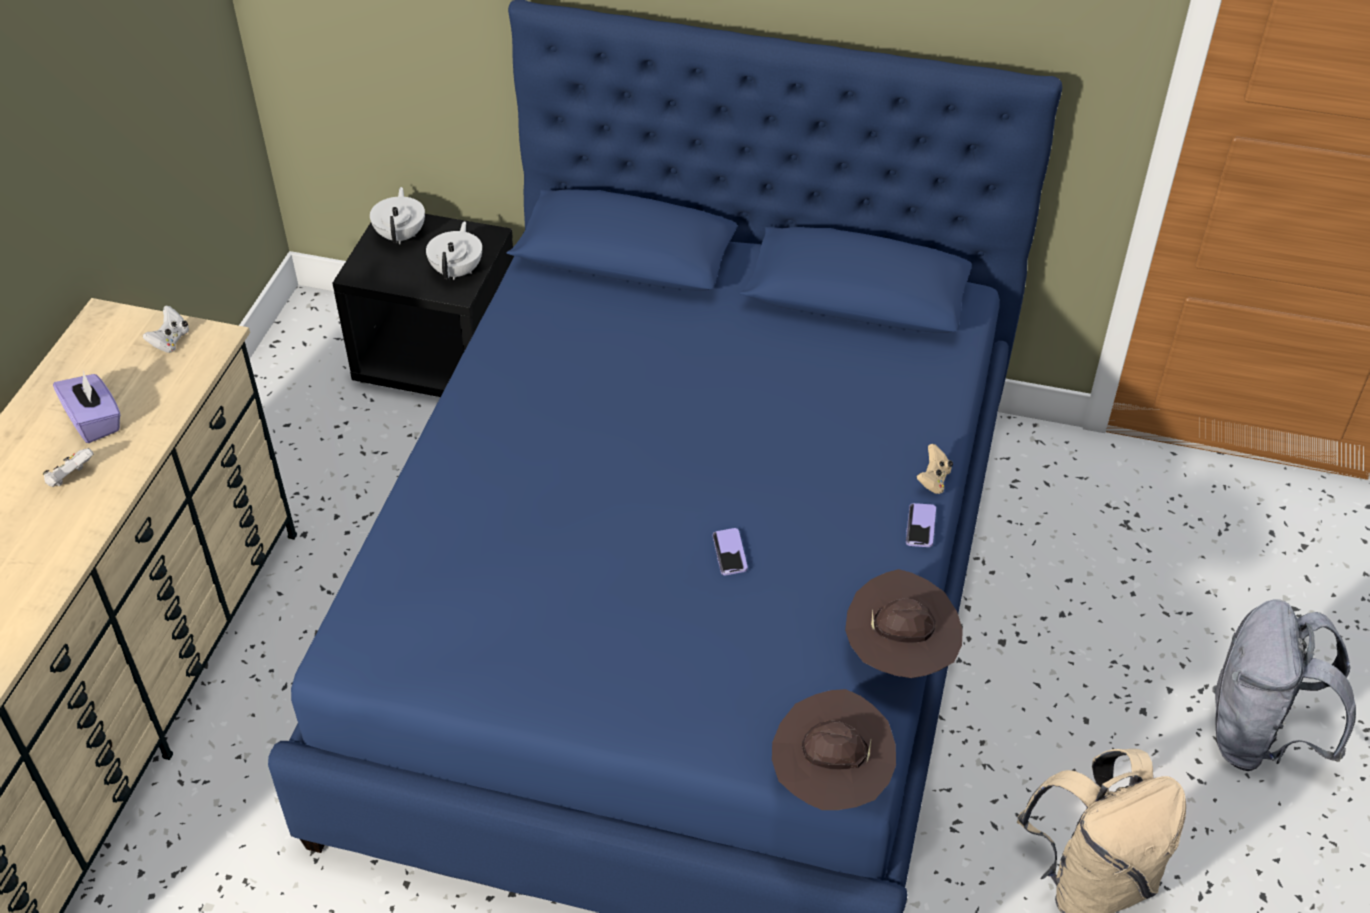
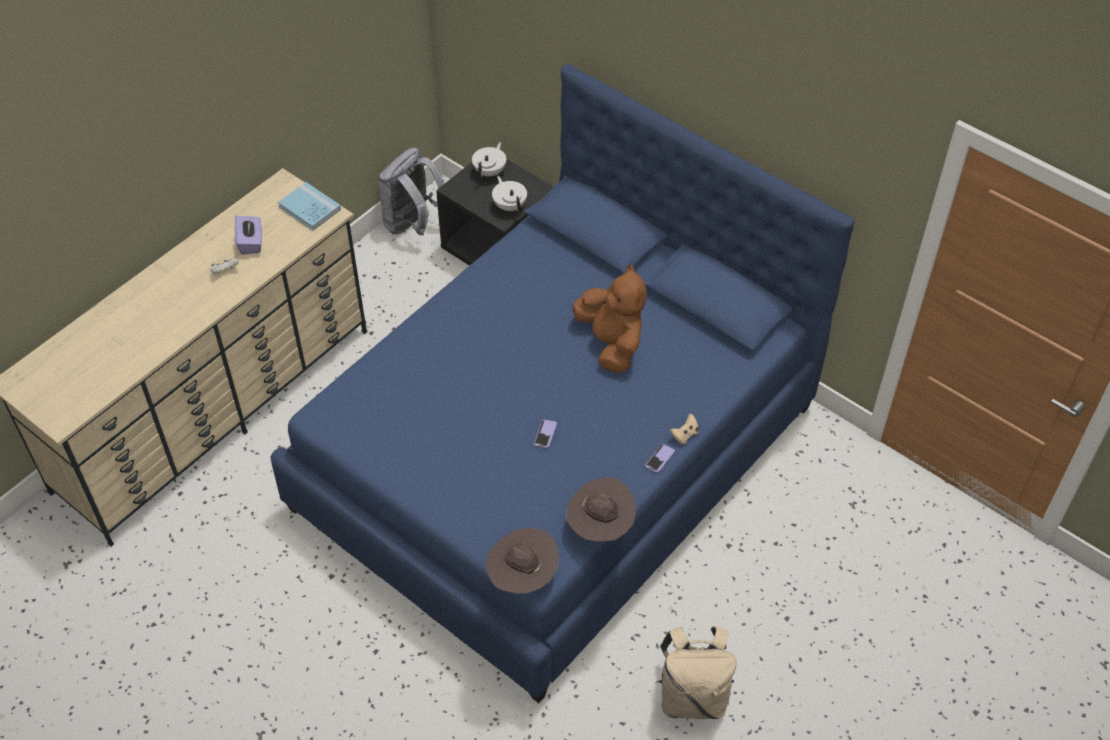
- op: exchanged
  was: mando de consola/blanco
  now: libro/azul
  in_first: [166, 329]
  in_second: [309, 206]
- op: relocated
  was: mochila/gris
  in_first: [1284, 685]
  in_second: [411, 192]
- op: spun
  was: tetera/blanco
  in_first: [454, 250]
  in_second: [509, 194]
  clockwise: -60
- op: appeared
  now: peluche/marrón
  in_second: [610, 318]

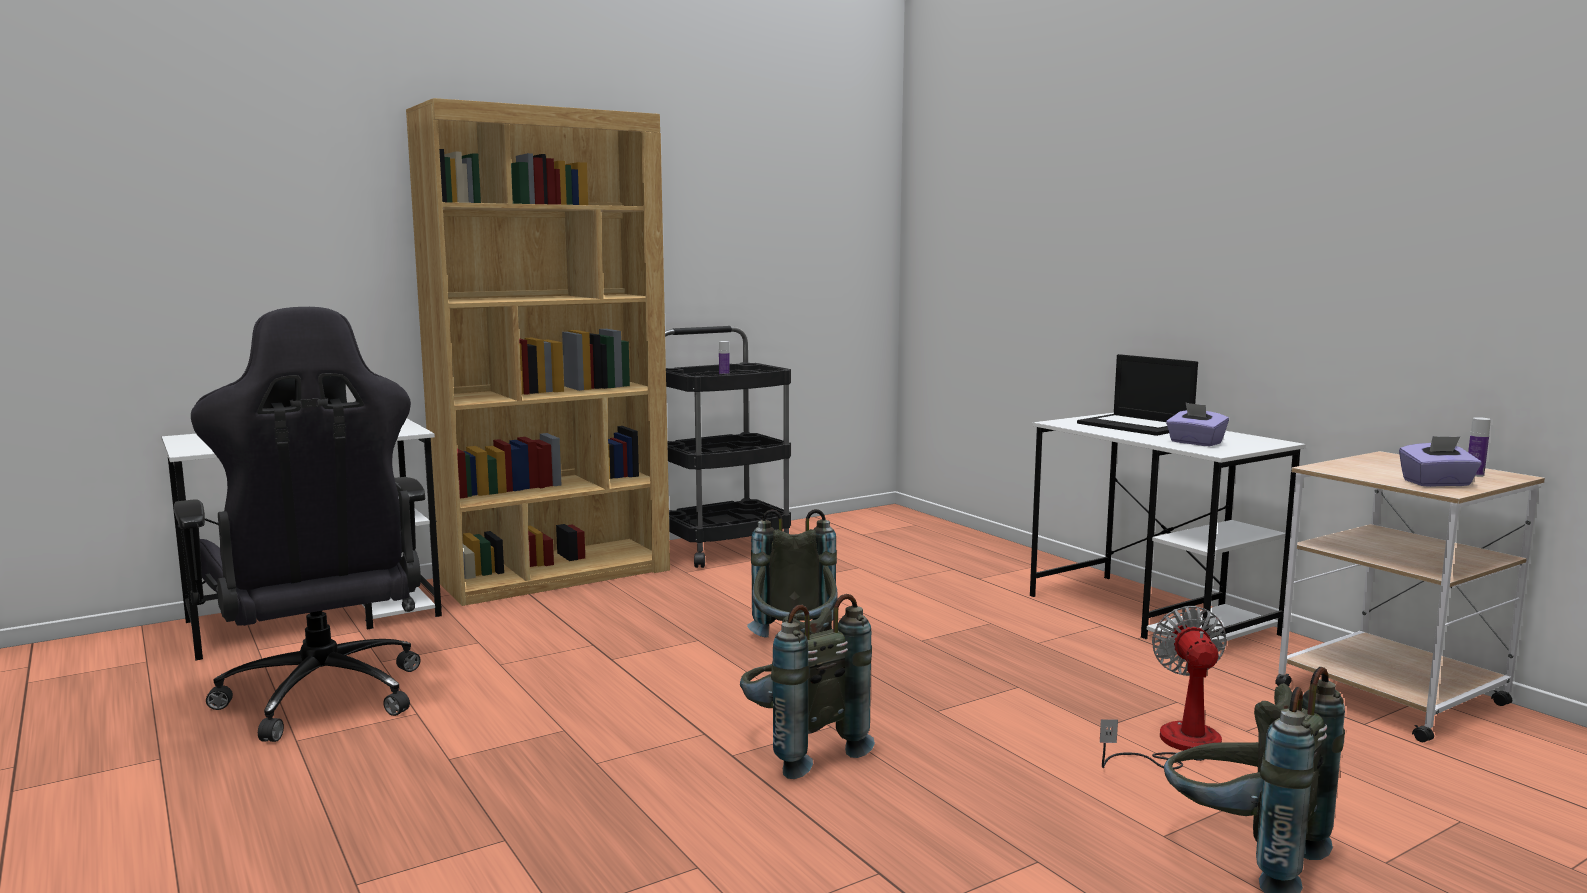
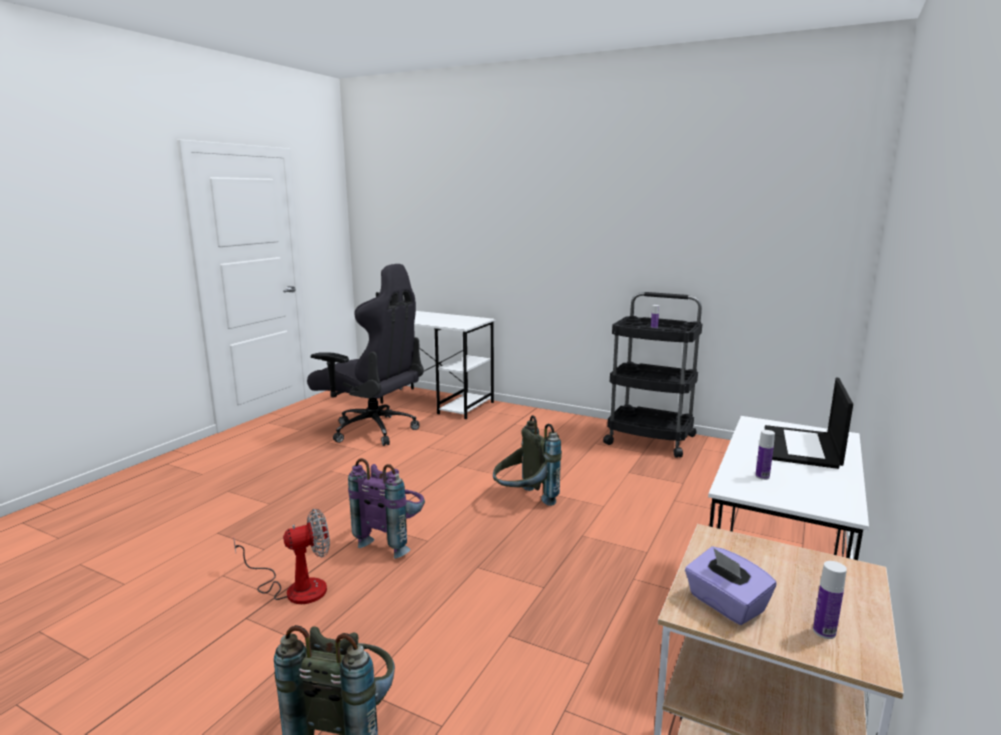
- op: relocated
  was: ventilador
  in_first: [1163, 687]
  in_second: [281, 556]
- op: spun
  was: silla de oficina/negro
  in_first: [299, 524]
  in_second: [365, 355]
  clockwise: -90
- op: colour
  was: mochila/gris
  now: mochila/morado
  in_first: [807, 686]
  in_second: [386, 508]
- op: exchanged
  was: caja de pañuelos/morado
  now: botella
  in_first: [1197, 424]
  in_second: [765, 455]
- op: missing
  was: estantería/marrón
  in_first: [538, 352]

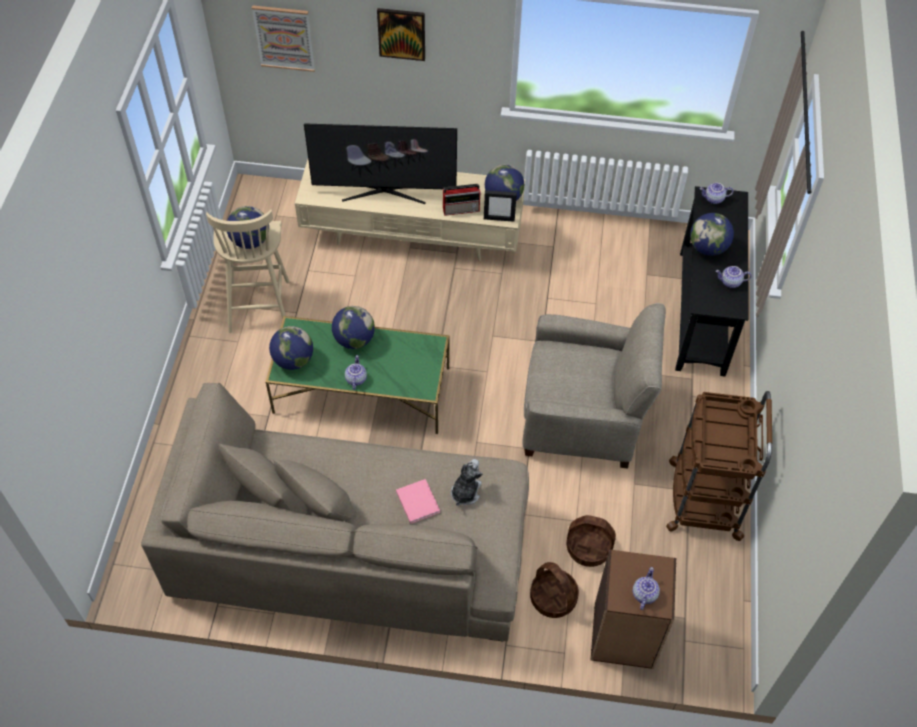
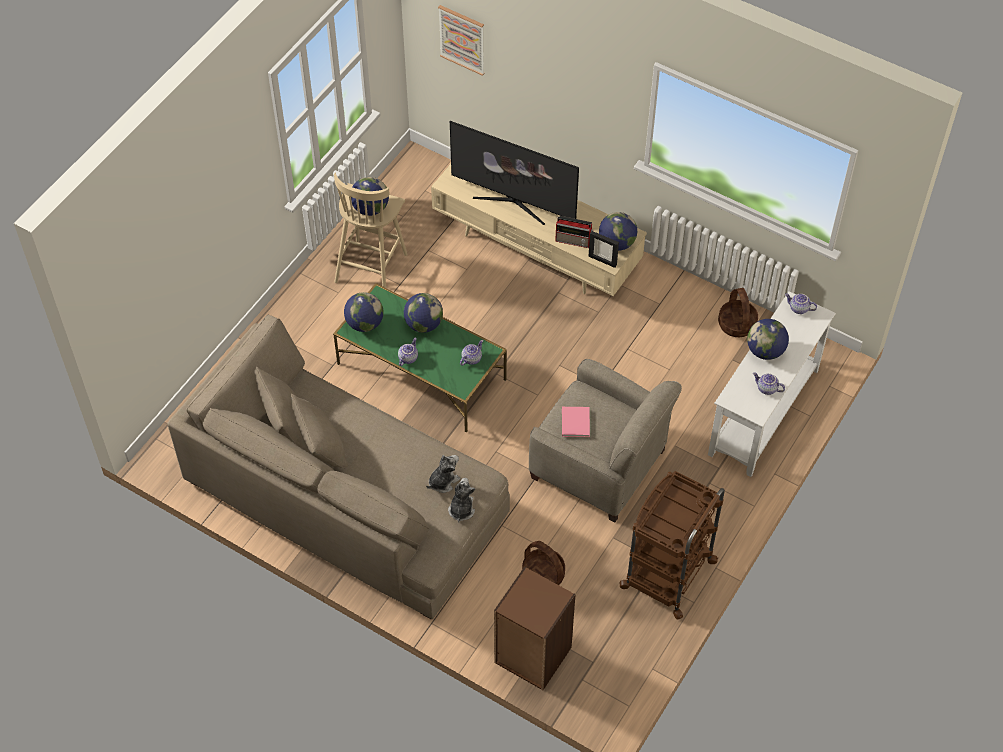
- op: appeared
  now: peluche
  in_second: [461, 500]
- op: relocated
  was: tetera
  in_first: [646, 588]
  in_second: [471, 352]
- op: relocated
  was: libro/rosa
  in_first: [418, 501]
  in_second: [576, 422]
- op: colour
  was: mesa consola/negro
  now: mesa consola/blanco
  in_first: [711, 281]
  in_second: [772, 384]
- op: relocated
  was: cesta
  in_first: [554, 590]
  in_second: [738, 312]
- op: missing
  was: cuadro
  in_first: [401, 34]

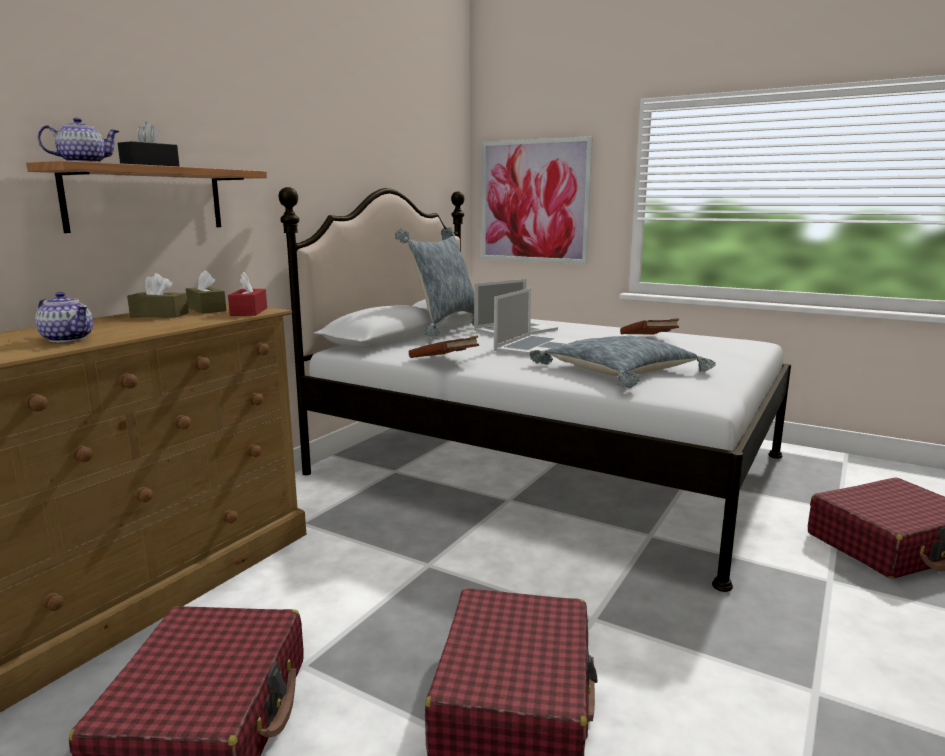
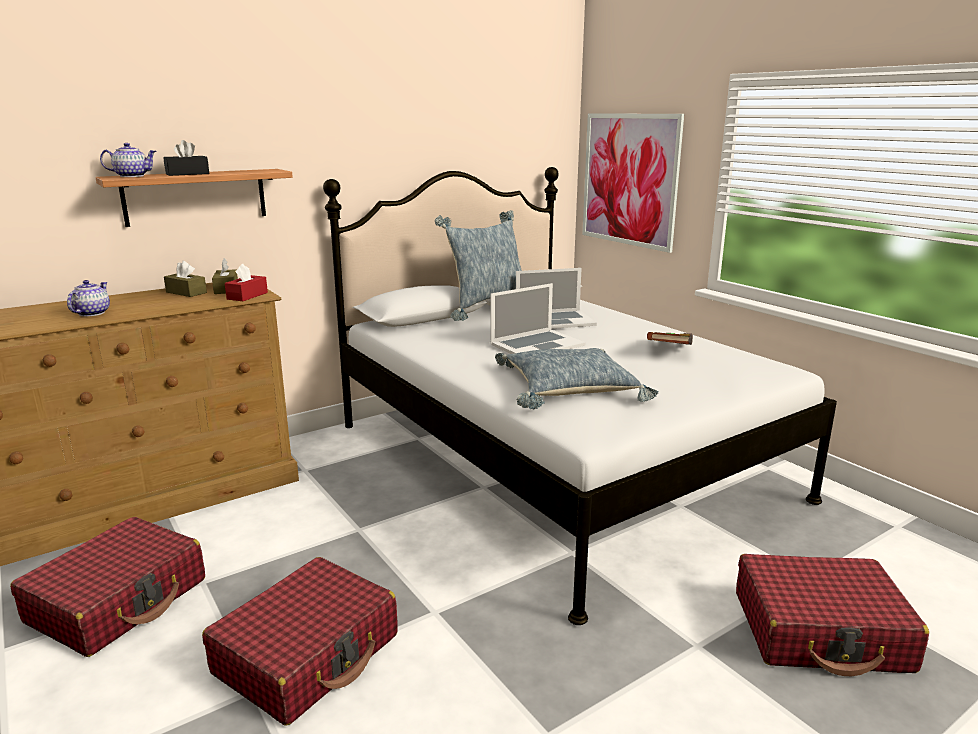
- op: spun
  was: tetera
  in_first: [64, 317]
  in_second: [88, 298]
  clockwise: -135
- op: missing
  was: libro/marrón
  in_first: [444, 346]

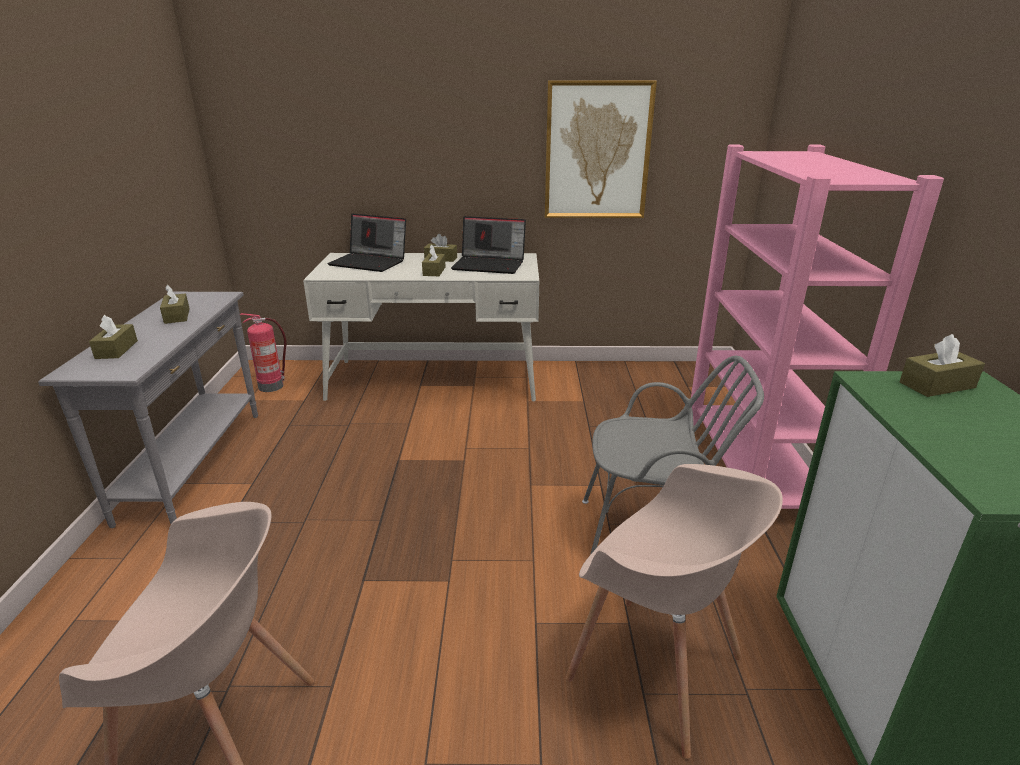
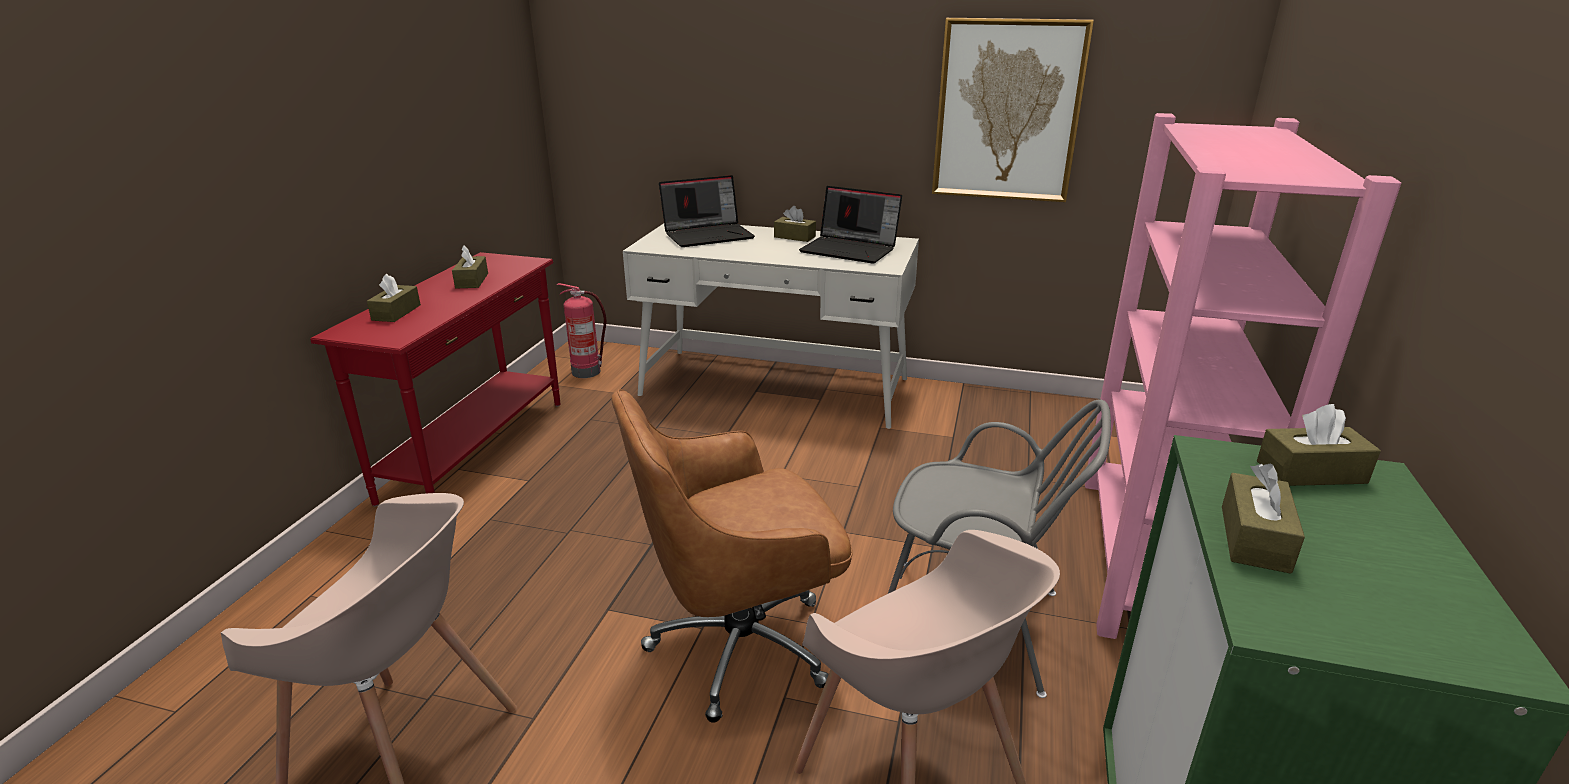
- op: colour
  was: mesa consola/gris
  now: mesa consola/rojo
  in_first: [148, 410]
  in_second: [435, 379]
- op: appeared
  now: silla de oficina/marrón
  in_second: [732, 556]
- op: spun
  was: portátil
  in_first: [366, 243]
  in_second: [707, 211]
  clockwise: -60
- op: relocated
  was: caja de pañuelos/marrón
  in_first: [433, 260]
  in_second: [1263, 518]

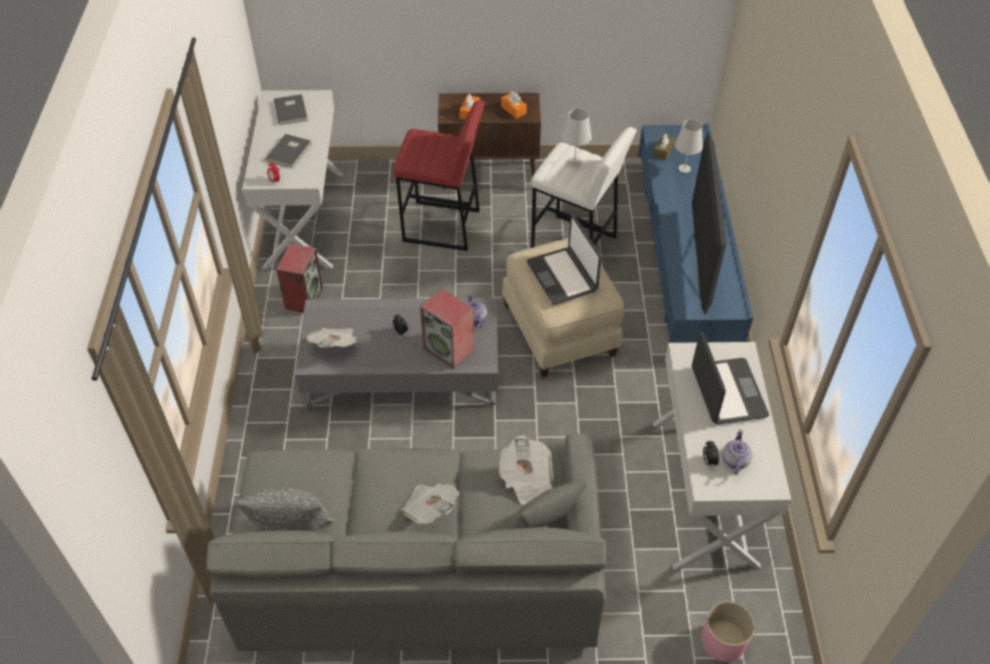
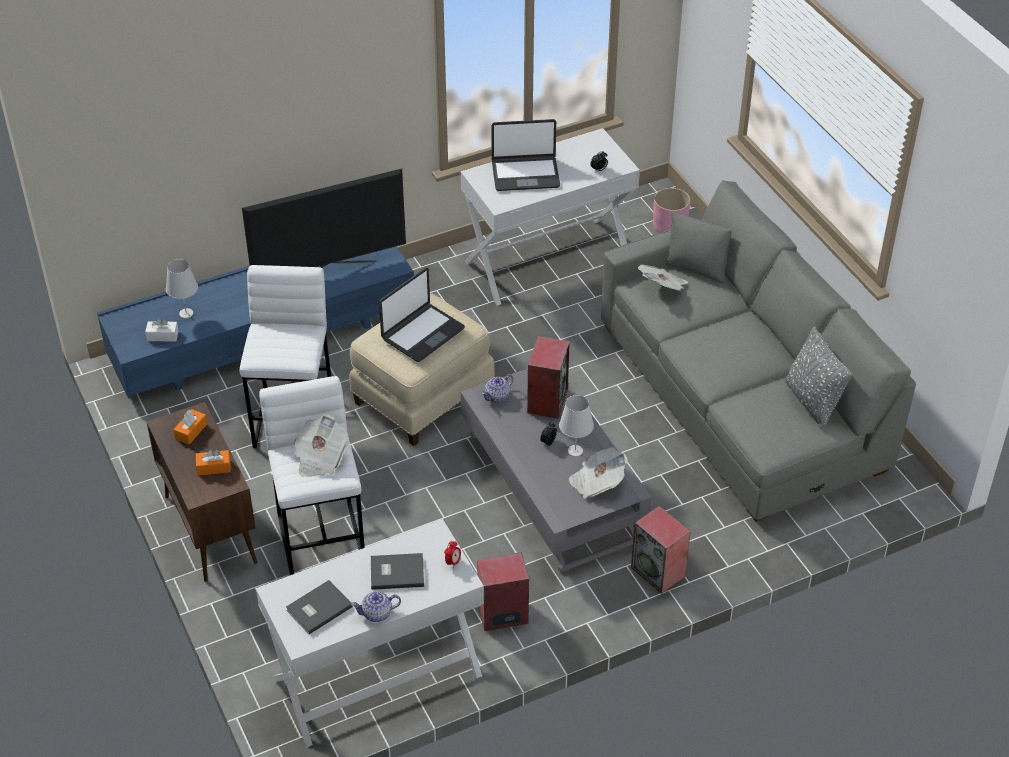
- op: colour
  was: caja de pañuelos/marrón
  now: caja de pañuelos/blanco
  in_first: [664, 146]
  in_second: [162, 330]
- op: colour
  was: taburete/rojo
  now: taburete/blanco
  in_first: [439, 175]
  in_second: [312, 475]
- op: relocated
  was: periódico
  in_first: [430, 503]
  in_second: [321, 446]
- op: relocated
  was: tetera
  in_first: [737, 452]
  in_second: [376, 606]
- op: spun
  was: portátil
  in_first: [730, 378]
  in_second: [525, 155]
  clockwise: -150
- op: relocated
  was: lámpara de mesa/blanco
  in_first: [577, 137]
  in_second: [576, 426]
- op: appeared
  now: altavoz
  in_second: [661, 550]

